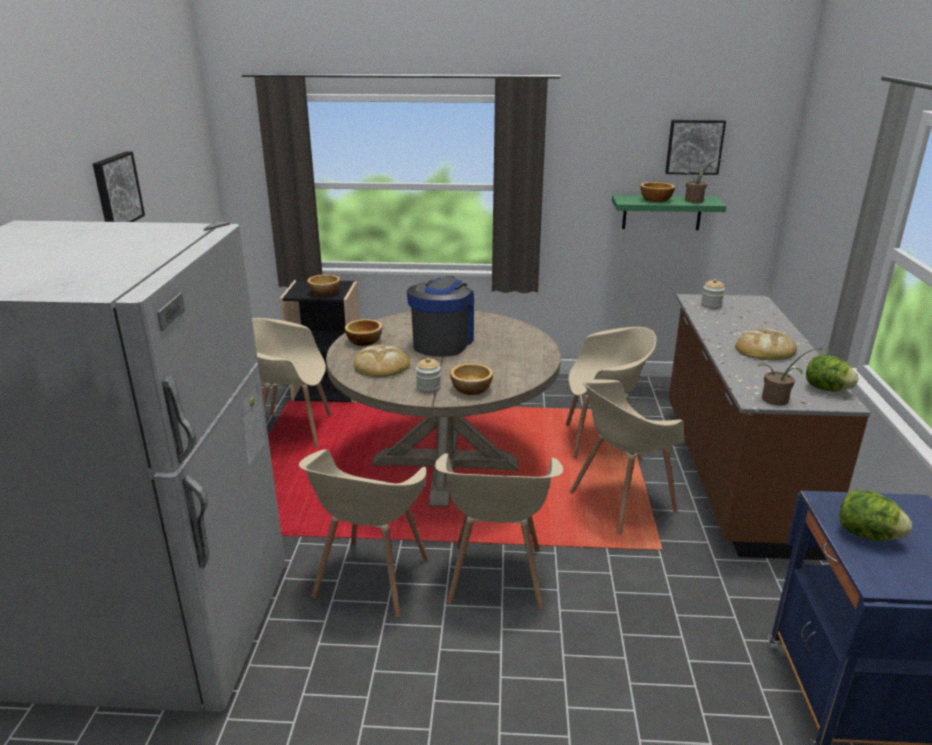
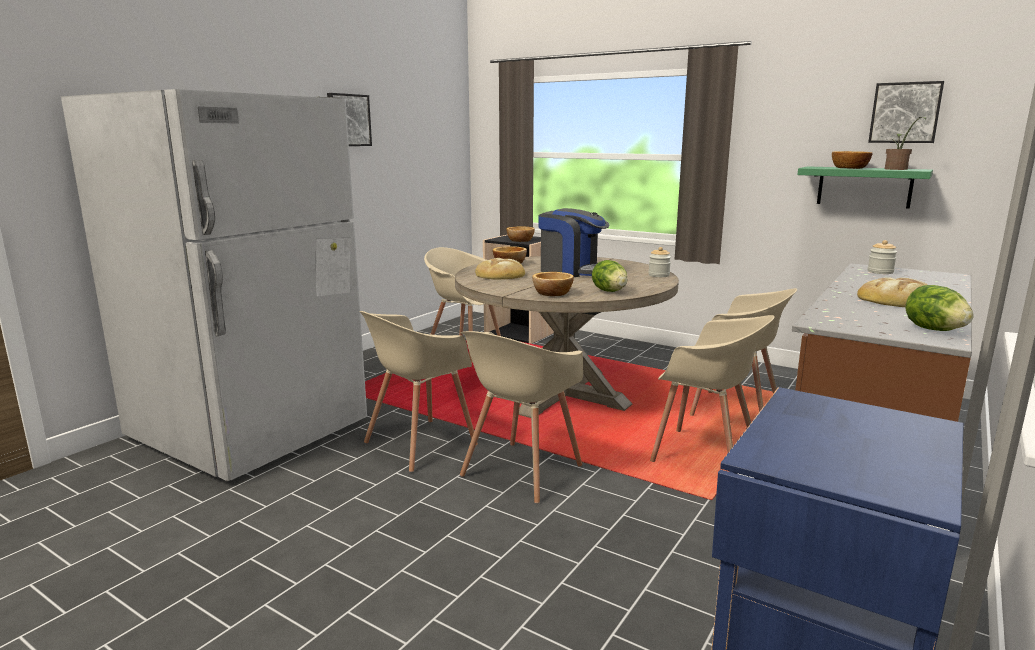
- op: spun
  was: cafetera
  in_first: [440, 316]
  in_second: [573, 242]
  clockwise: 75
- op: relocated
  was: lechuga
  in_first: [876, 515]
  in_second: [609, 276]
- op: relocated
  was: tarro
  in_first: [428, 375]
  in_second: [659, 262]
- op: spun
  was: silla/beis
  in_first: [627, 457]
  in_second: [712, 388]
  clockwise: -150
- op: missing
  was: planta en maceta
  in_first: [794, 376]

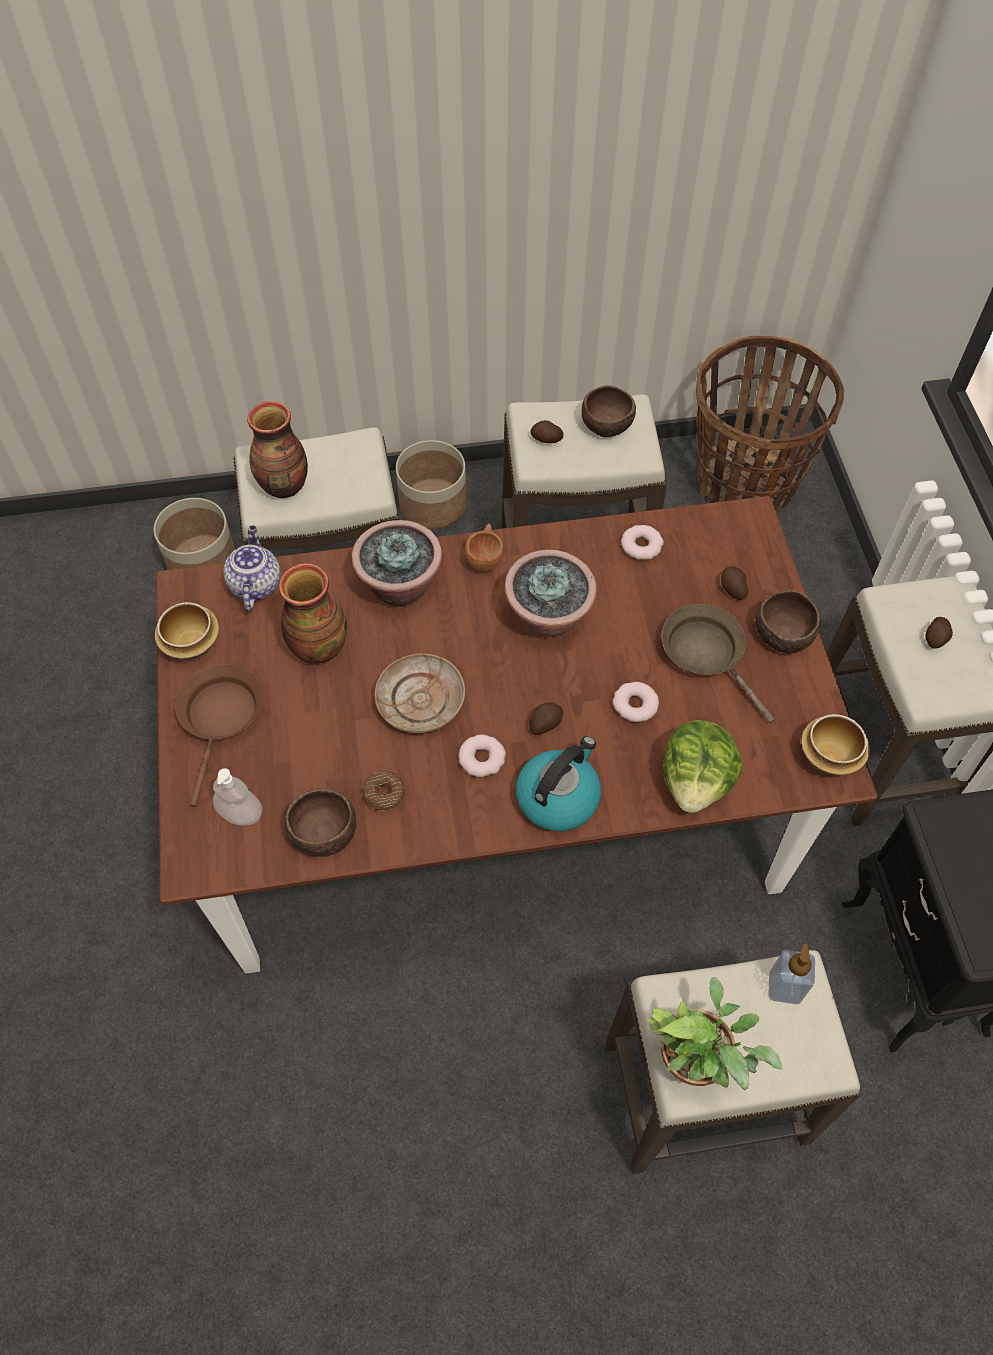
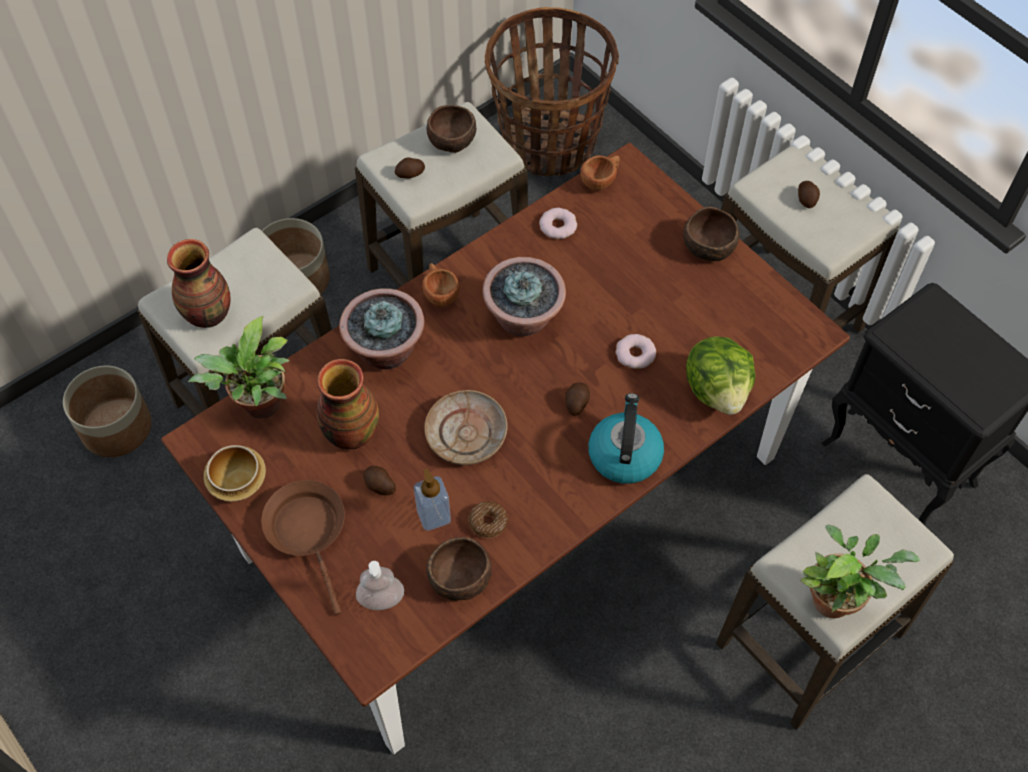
- op: exchanged
  was: tetera
  now: planta en maceta
  in_first: [252, 568]
  in_second: [239, 367]
- op: relocated
  was: patata
  in_first: [734, 583]
  in_second: [379, 480]
- op: relocated
  was: dispensador de jabón
  in_first: [791, 974]
  in_second: [432, 499]
- op: appeared
  now: taza/marrón
  in_second: [600, 173]
- op: missing
  was: rosquilla
  in_first: [482, 755]
- op: missing
  was: sartén/marrón
  in_first: [718, 663]
- op: missing
  was: cuenco
  in_first: [835, 744]

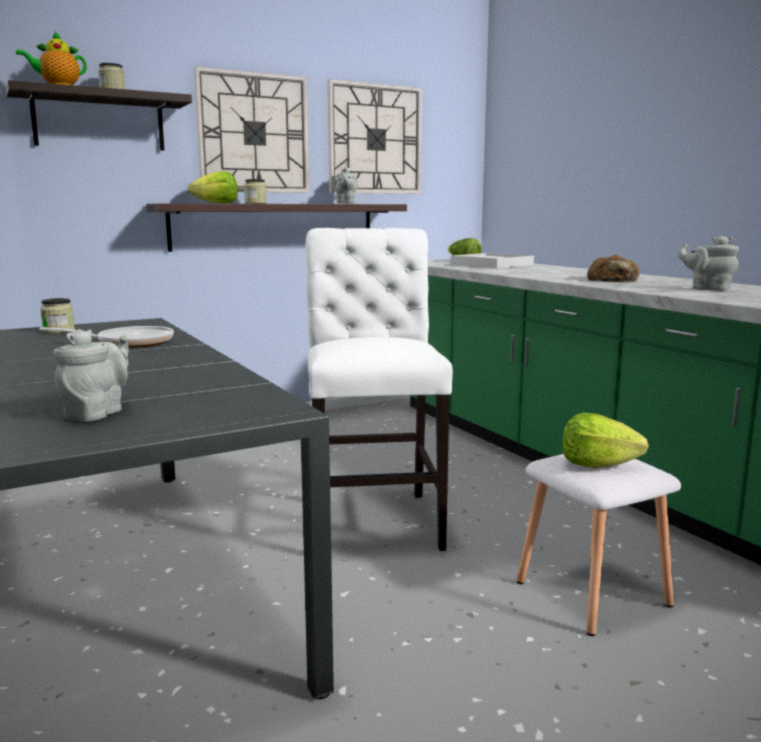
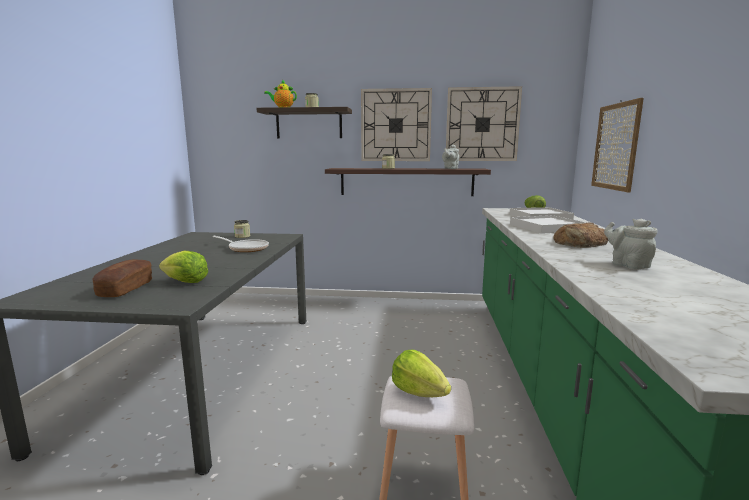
- op: exchanged
  was: tetera/gris
  now: pan
  in_first: [91, 375]
  in_second: [122, 278]
- op: relocated
  was: lechuga
  in_first: [213, 187]
  in_second: [183, 267]
- op: appeared
  now: bandeja/blanco
  in_second: [548, 224]
- op: appeared
  now: cuadro
  in_second: [617, 145]
- op: missing
  was: taburete/blanco
  in_first: [379, 389]

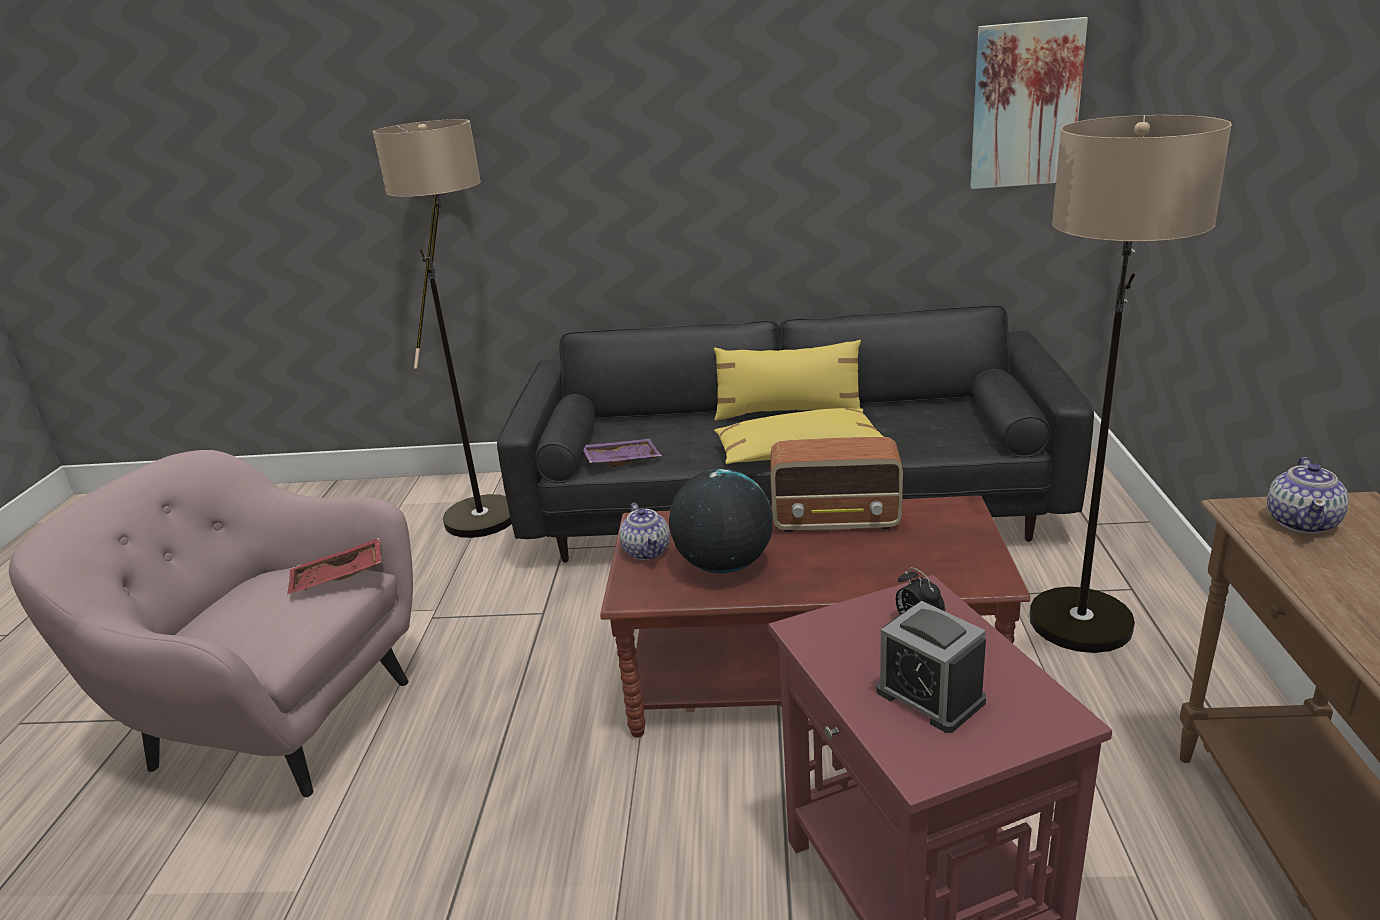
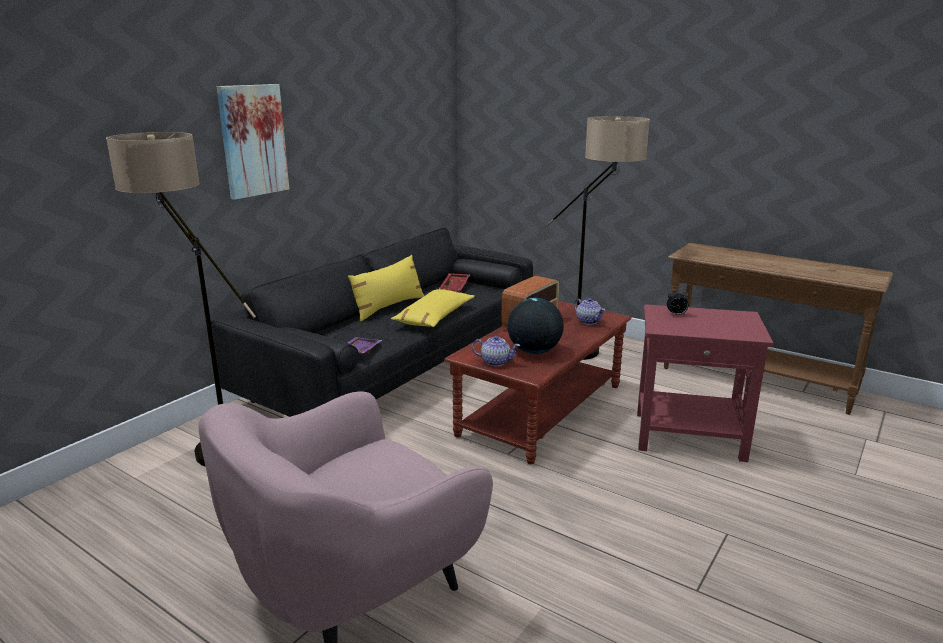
- op: relocated
  was: cuadro
  in_first: [1029, 103]
  in_second: [253, 142]
- op: relocated
  was: bandeja/rojo
  in_first: [334, 566]
  in_second: [454, 282]
- op: relocated
  was: tetera
  in_first: [1308, 495]
  in_second: [589, 311]
- op: missing
  was: despertador
  in_first: [931, 667]

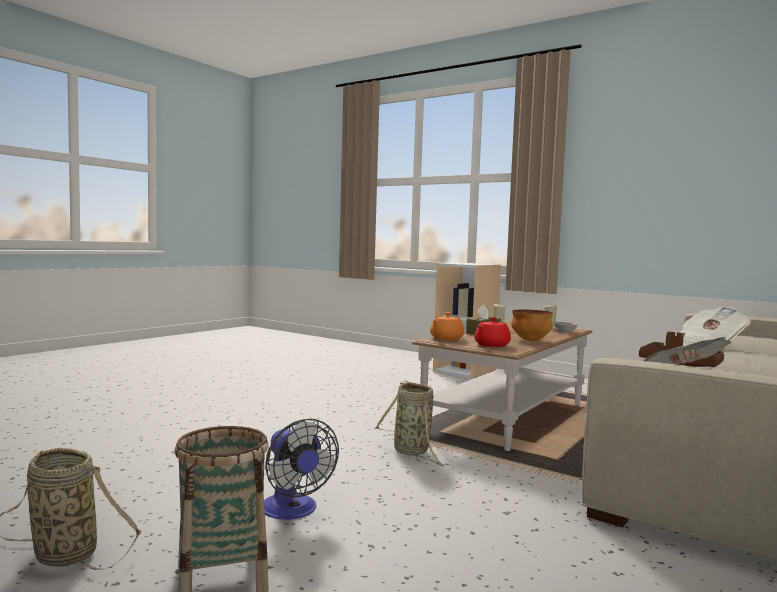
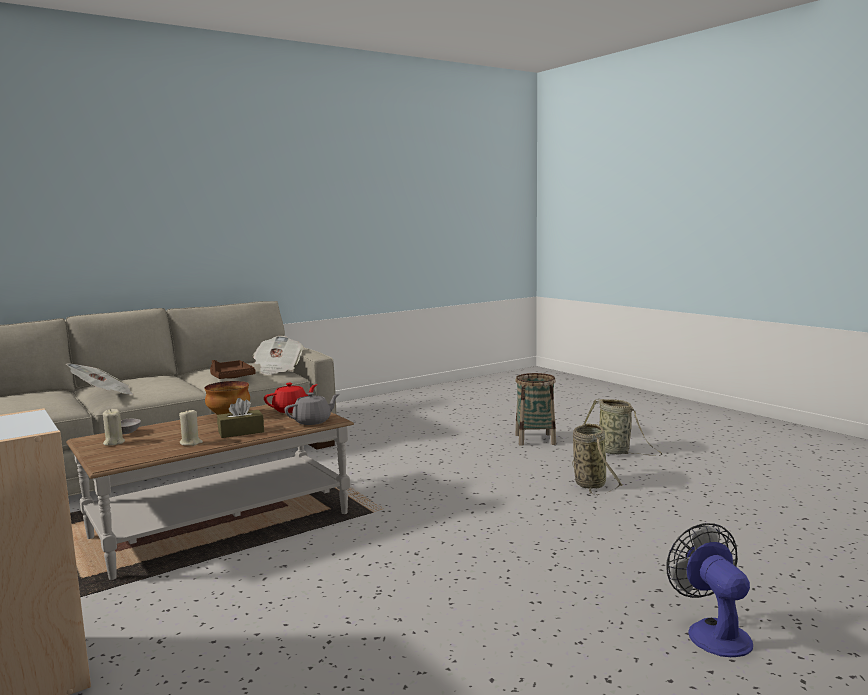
- op: colour
  was: tetera/naranja
  now: tetera/gris
  in_first: [447, 326]
  in_second: [311, 408]
- op: relocated
  was: cesta
  in_first: [408, 423]
  in_second: [597, 459]
- op: relocated
  was: ventilador
  in_first: [301, 469]
  in_second: [709, 590]

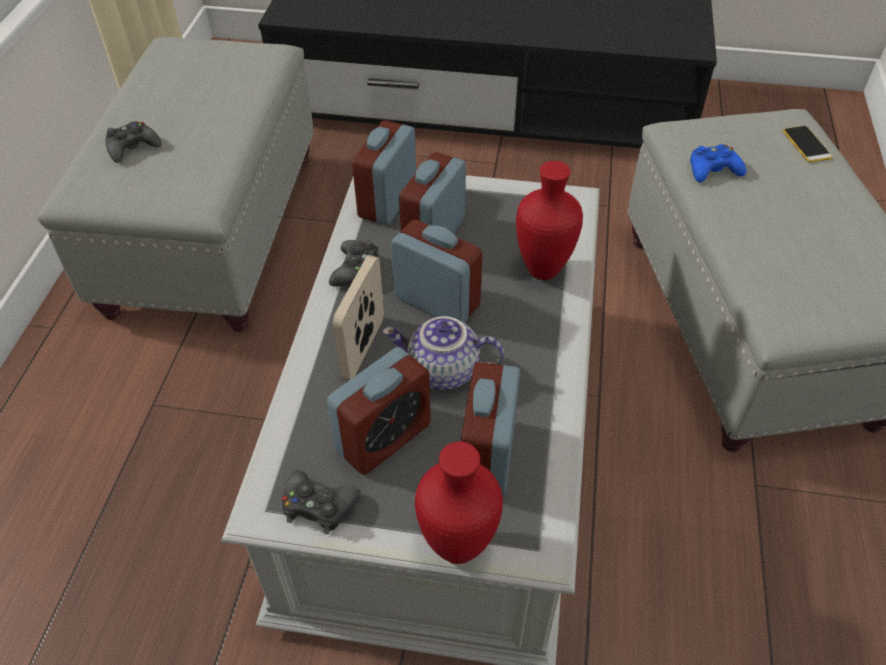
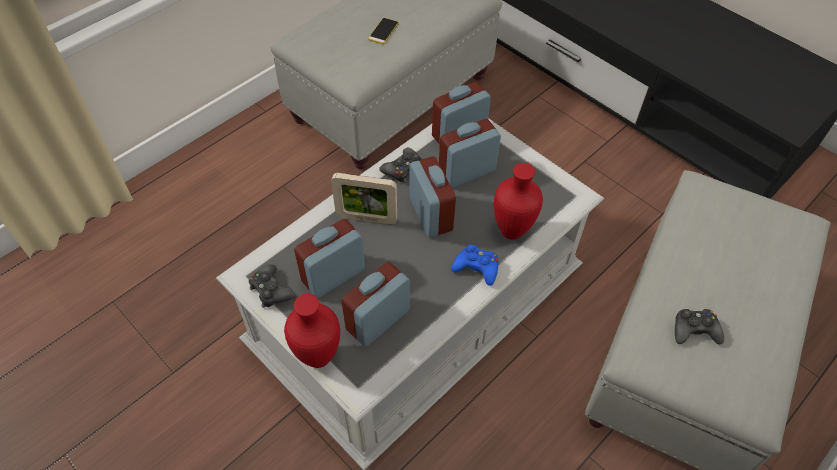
- op: spun
  was: despertador
  in_first: [379, 411]
  in_second: [329, 258]
  clockwise: 150
- op: spun
  was: portarretratos
  in_first: [358, 317]
  in_second: [364, 199]
  clockwise: -135
- op: relocated
  was: móvil
  in_first: [808, 144]
  in_second: [383, 31]
- op: relocated
  was: mando de consola/azul
  in_first: [718, 163]
  in_second: [474, 265]
- op: relocated
  was: mando de consola/negro
  in_first: [133, 142]
  in_second: [699, 326]
- op: missing
  was: tetera
  in_first: [443, 353]

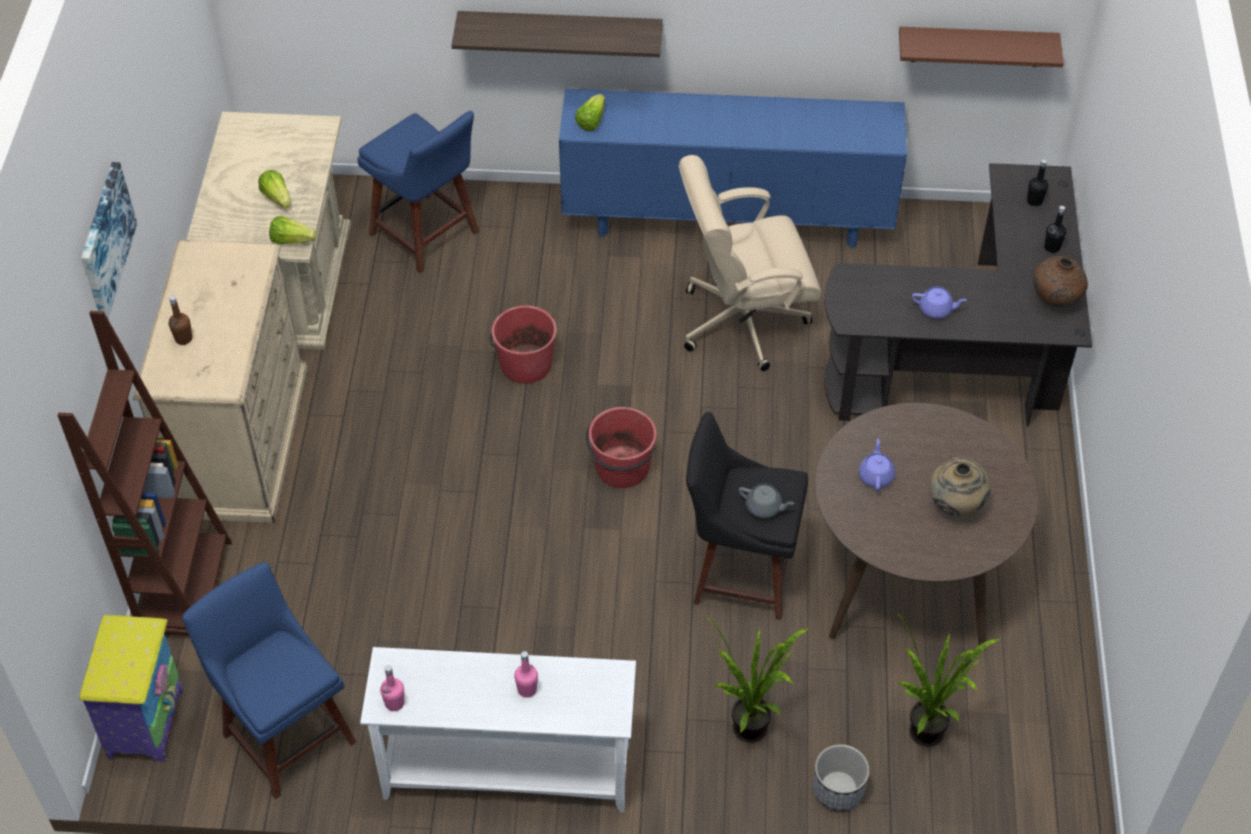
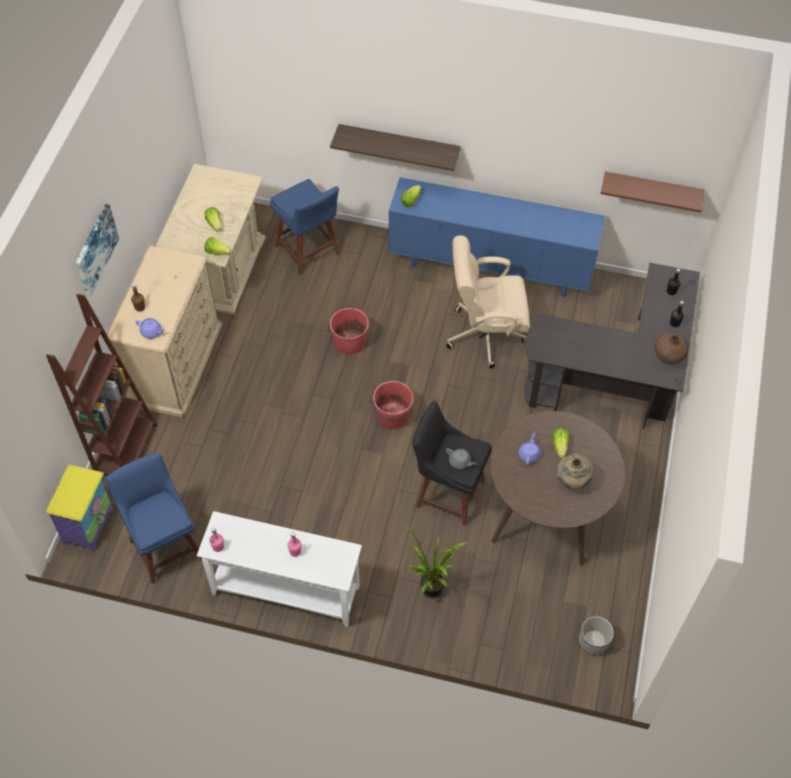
- op: relocated
  was: tetera/morado
  in_first: [939, 303]
  in_second: [150, 328]
- op: appeared
  now: lechuga
  in_second: [561, 443]
- op: relocated
  was: maceta
  in_first: [841, 777]
  in_second: [596, 635]
- op: missing
  was: planta en maceta
  in_first: [949, 679]

